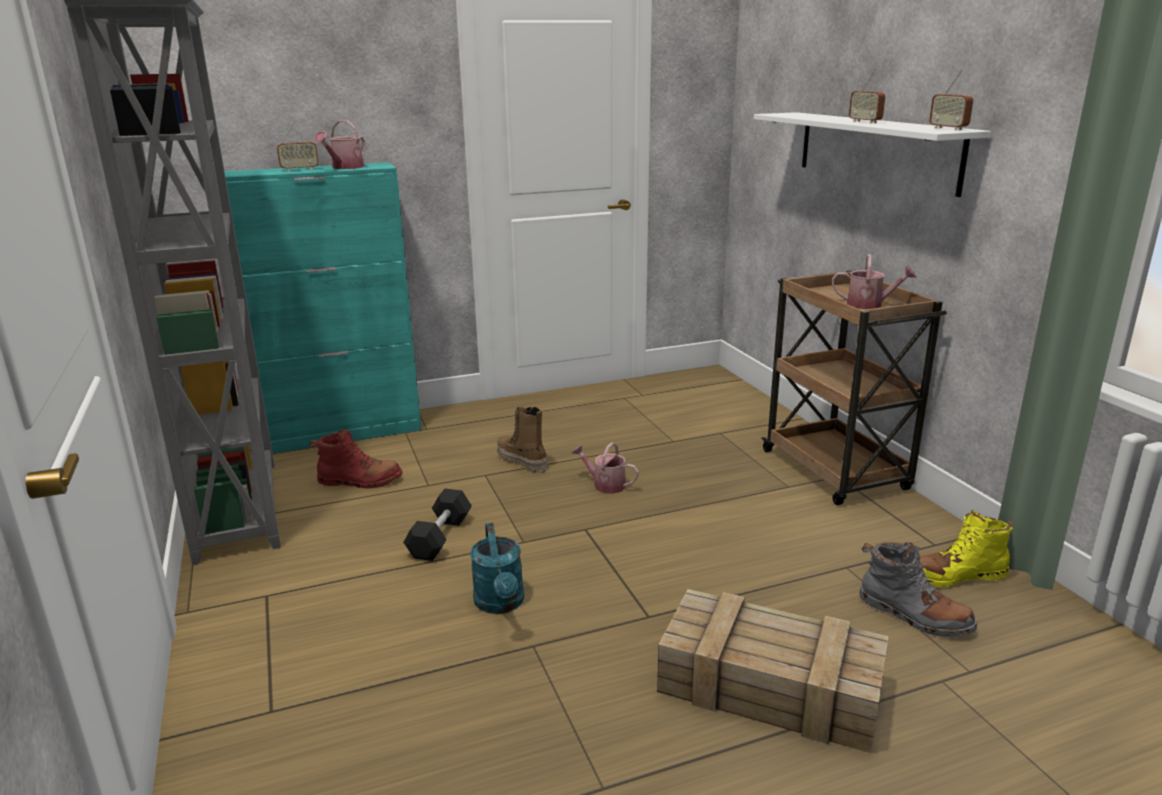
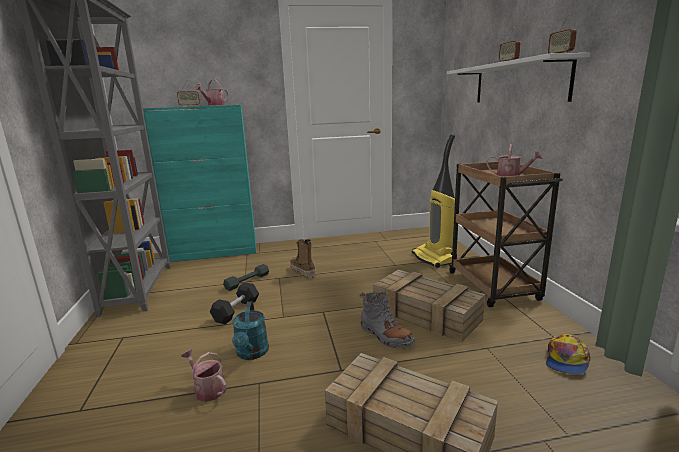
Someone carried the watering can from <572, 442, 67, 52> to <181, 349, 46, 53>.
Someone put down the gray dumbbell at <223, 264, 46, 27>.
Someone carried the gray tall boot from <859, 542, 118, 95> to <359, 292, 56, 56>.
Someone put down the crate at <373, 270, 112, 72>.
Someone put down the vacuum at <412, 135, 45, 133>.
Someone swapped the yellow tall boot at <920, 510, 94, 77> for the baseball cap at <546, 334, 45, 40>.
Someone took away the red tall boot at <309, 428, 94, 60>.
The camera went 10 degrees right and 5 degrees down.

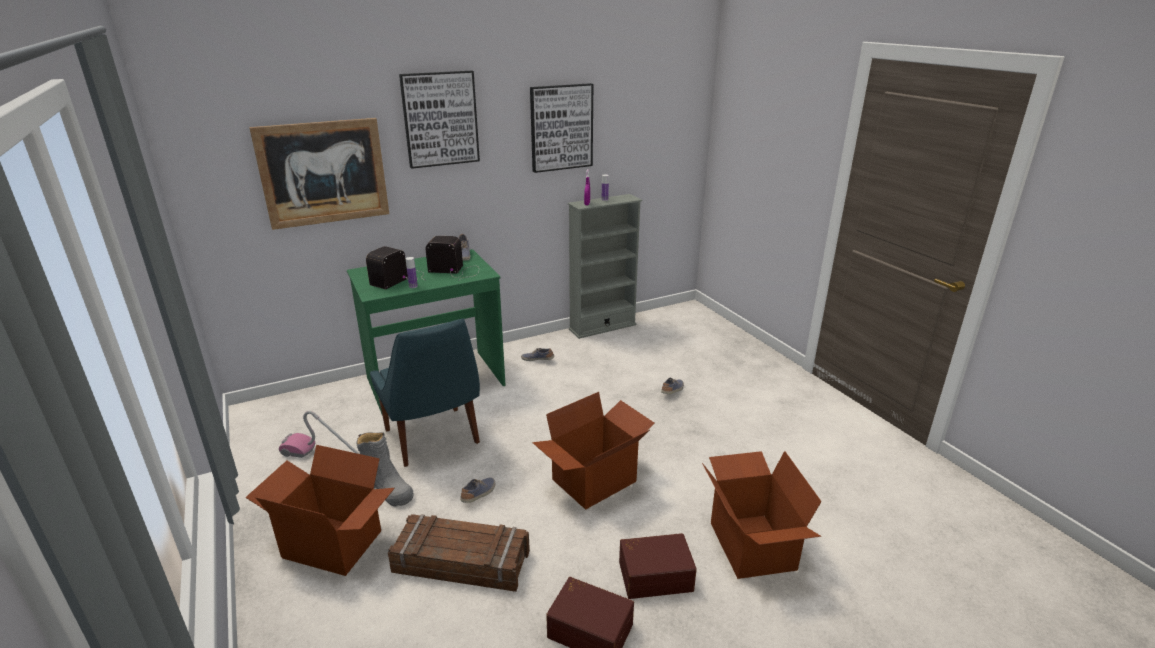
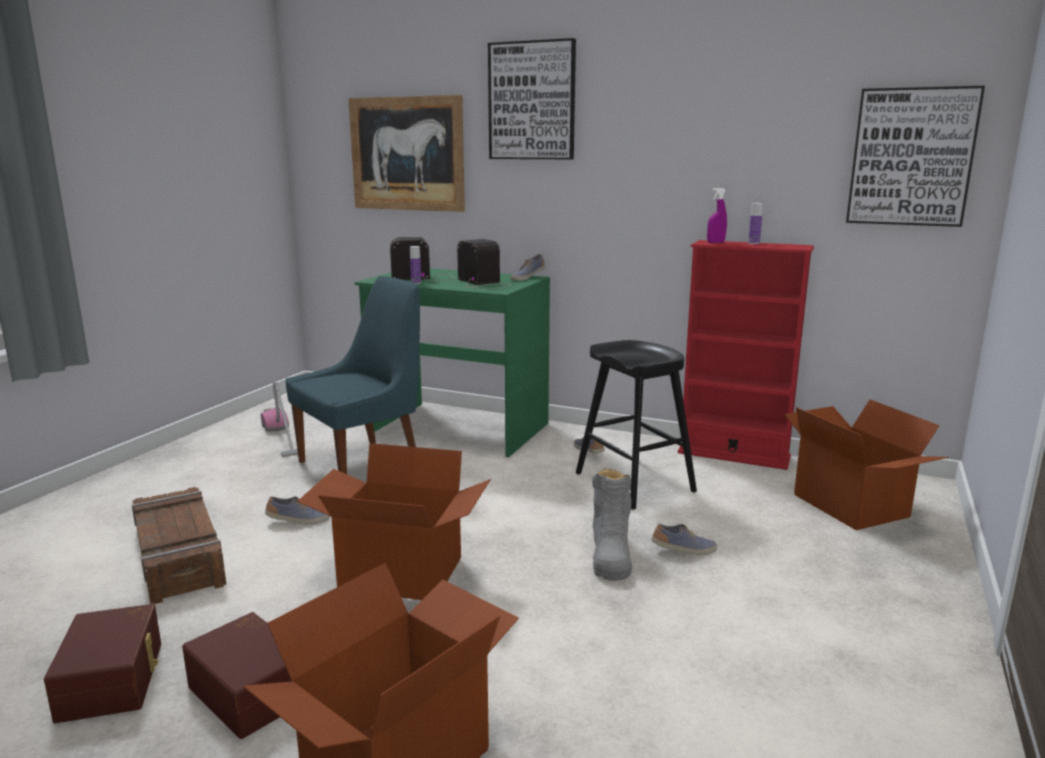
Someone rotated the blue-coloured chair at <370, 319, 110, 148> by 150 degrees counterclockwise.
Someone put down the blackish sitting stool at <576, 340, 121, 170>.
Someone carried the gray tall boot from <356, 432, 58, 75> to <592, 468, 40, 113>.
Someone repainted the gray shelving unit at <568, 194, 74, 145>, which became the red shelving unit at <678, 240, 136, 230>.
Someone carried the cardboard box from <245, 445, 150, 131> to <784, 400, 164, 130>.
Someone carried the wall picture from <530, 83, 63, 90> to <846, 86, 139, 141>.
The camera went 50 degrees right and 10 degrees down.

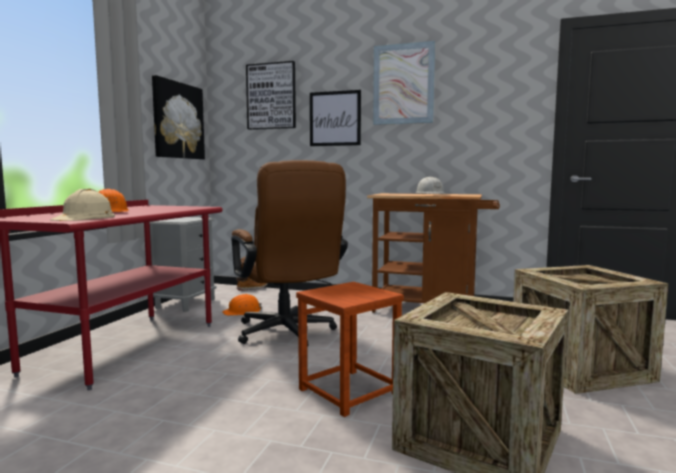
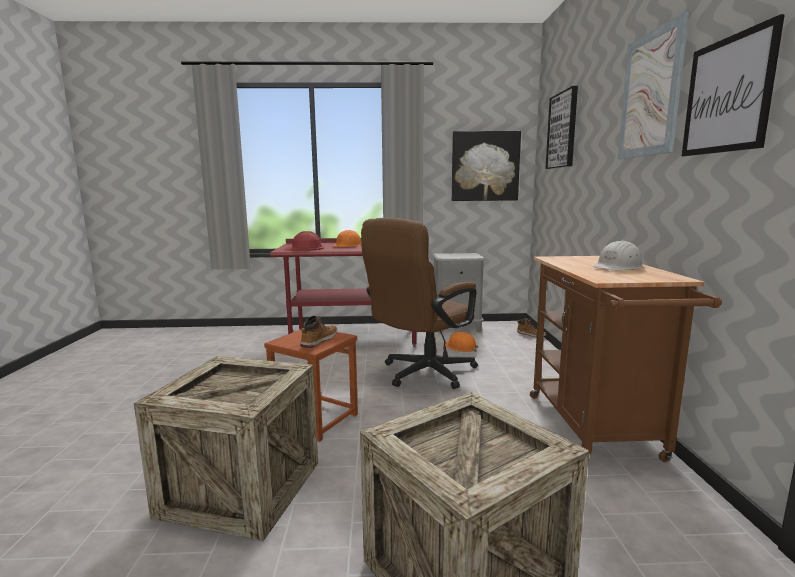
Someone repainted the beige work helmet at <50, 189, 65, 32>, which became the red work helmet at <284, 231, 39, 20>.
Someone put down the tall boot at <301, 316, 36, 32>.
Someone carried the wall picture from <310, 90, 51, 56> to <682, 14, 103, 143>.
The camera went 70 degrees right and 5 degrees up.

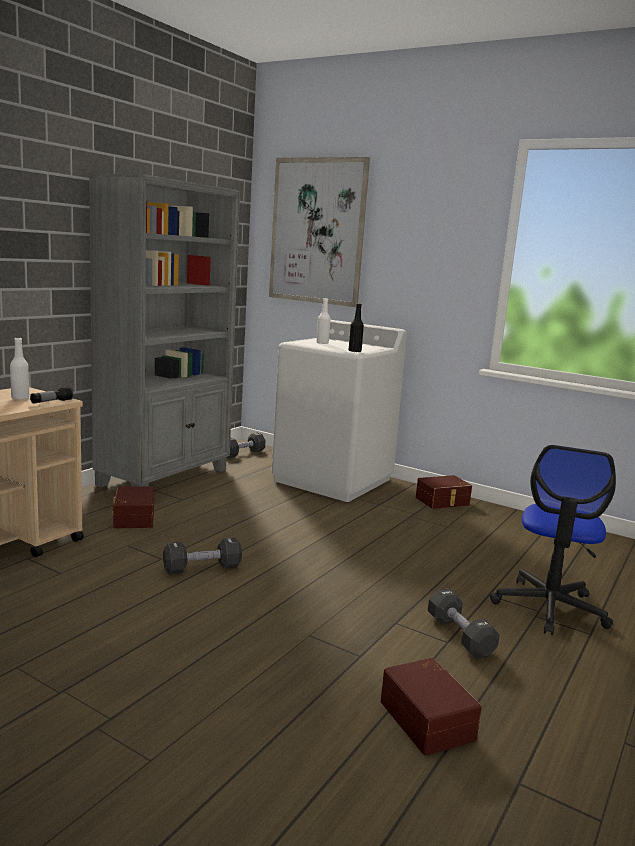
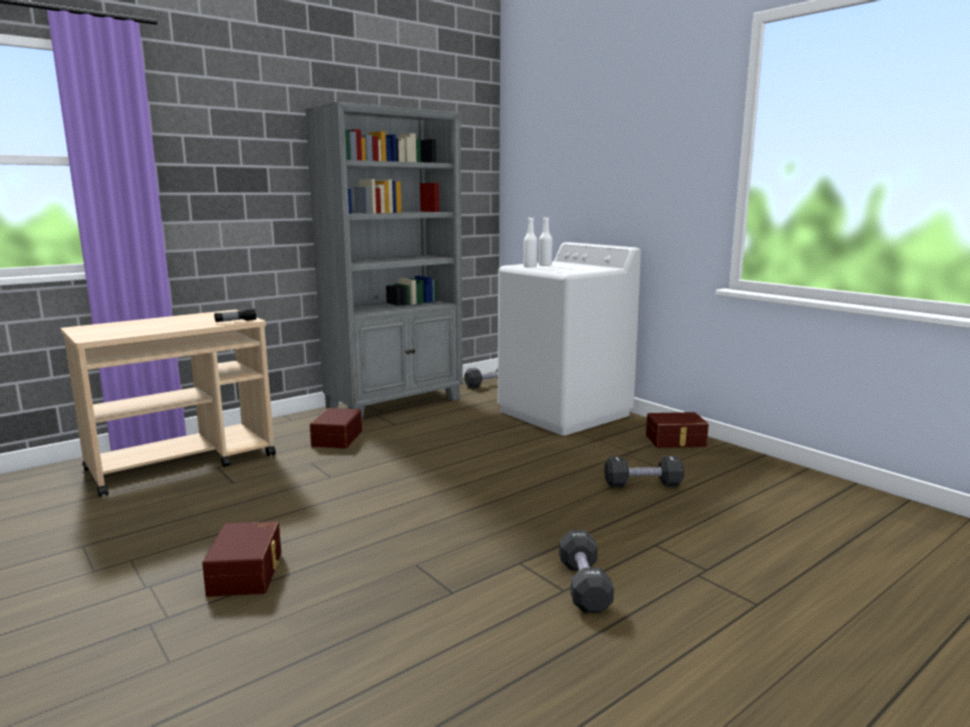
Someone carried the brown storage box from <381, 658, 101, 98> to <202, 521, 79, 76>.
Someone carried the white-coloured bottle from <10, 338, 20, 62> to <524, 218, 13, 49>.
Someone carried the blackish dumbbell from <163, 537, 79, 37> to <604, 456, 80, 31>.
Someone took away the wall picture at <269, 157, 101, 150>.
Someone took away the blackish bottle at <349, 303, 15, 49>.
Someone took away the desk chair at <490, 445, 126, 190>.
The camera went 20 degrees right and 0 degrees up.

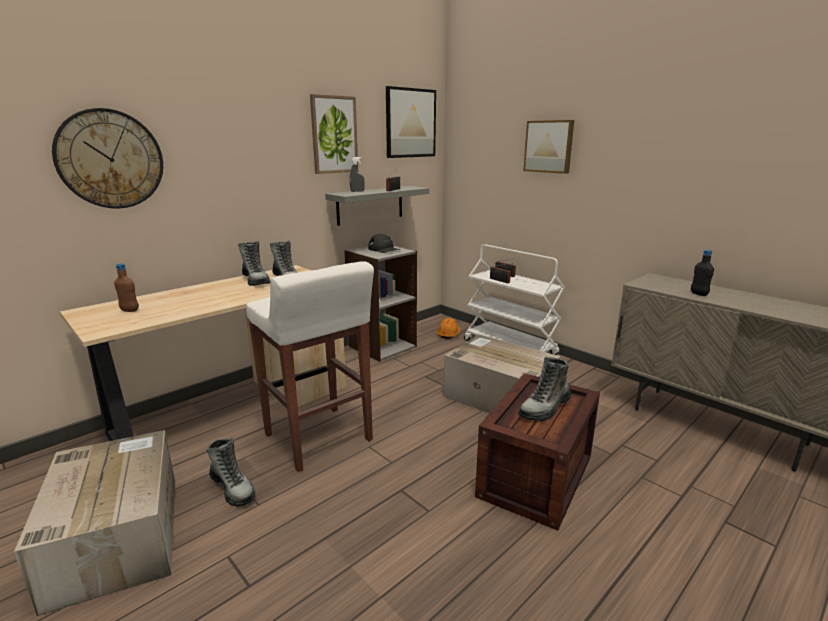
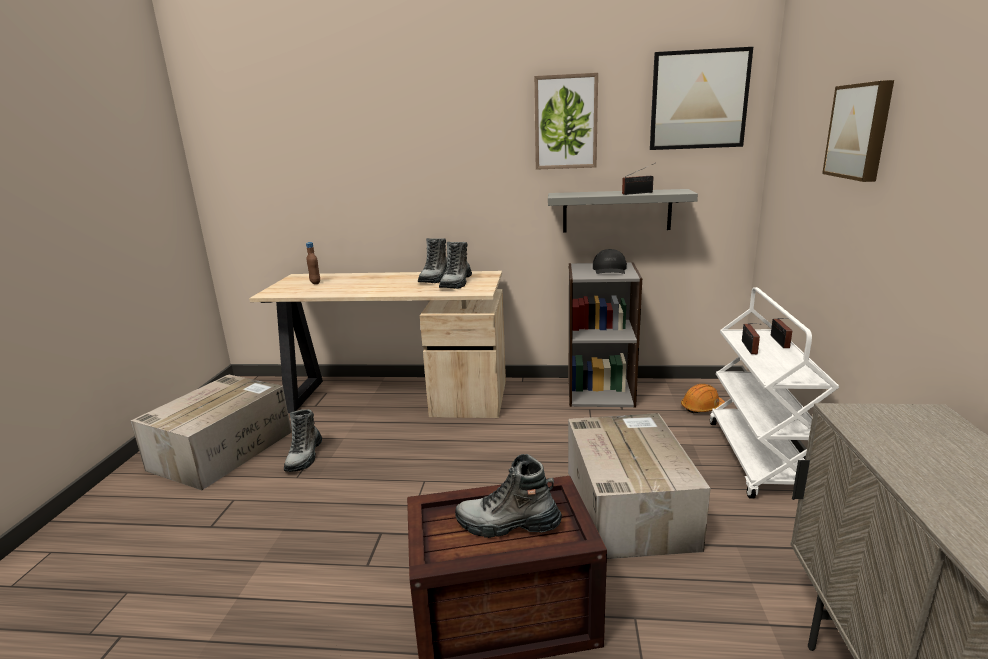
Someone took away the hanging clock at <52, 108, 111, 101>.
Someone took away the white-coloured sitting stool at <246, 261, 128, 211>.
Someone took away the gray hand sprayer at <350, 157, 15, 35>.
Someone took away the blackish bottle at <691, 250, 23, 46>.
The camera went 50 degrees right and 0 degrees up.

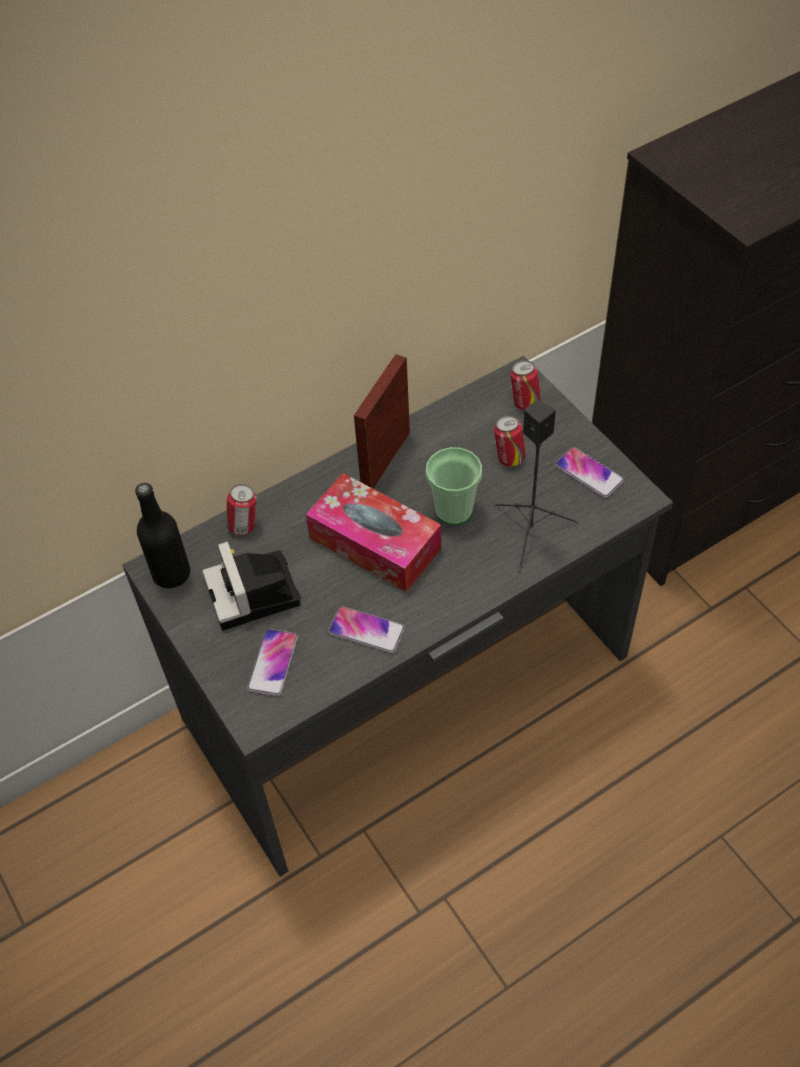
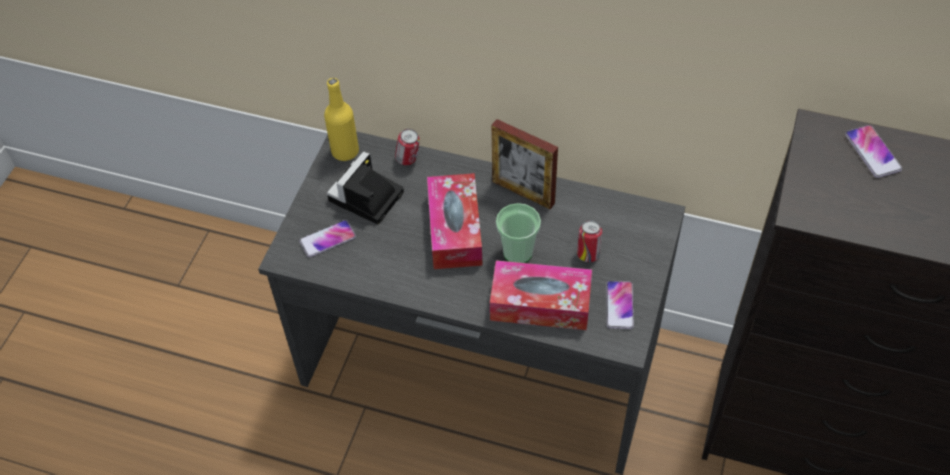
Someone repainted the blackish bottle at <135, 483, 56, 105>, which became the yellow bottle at <324, 78, 35, 83>.
Someone swapped the blackish audio speaker at <494, 400, 84, 172> for the box of tissues at <490, 260, 102, 70>.
Someone rotated the picture frame at <354, 354, 56, 135> by 135 degrees counterclockwise.
Someone carried the telephone from <328, 606, 77, 47> to <845, 125, 57, 53>.
Someone took away the sealed can at <510, 360, 31, 50>.
The camera went 50 degrees right and 0 degrees up.

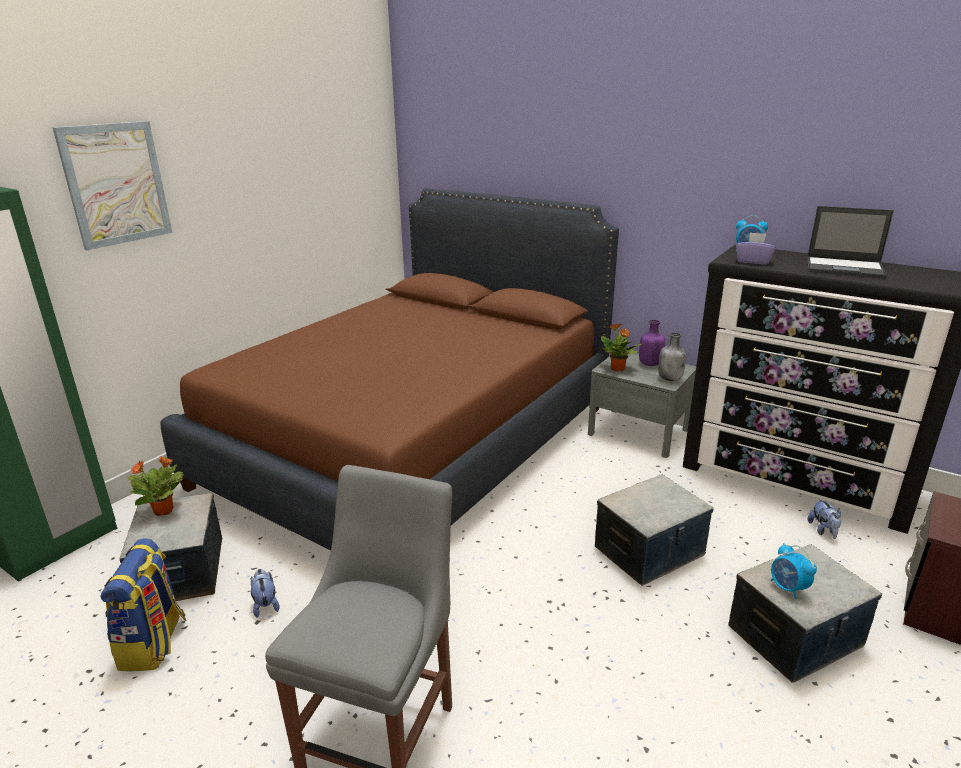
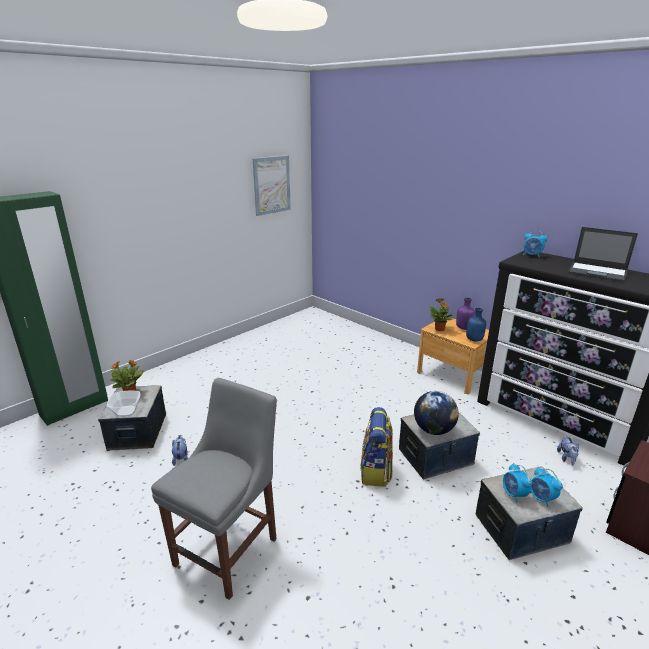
Someone put down the deep dish at <107, 391, 33, 25>.
Someone carried the wall picture from <53, 121, 119, 129> to <253, 155, 38, 61>.
Someone carried the backpack from <101, 538, 86, 133> to <360, 407, 33, 80>.
Someone put down the globe at <414, 391, 45, 44>.
Someone repainted the gray bedside table at <588, 350, 108, 108>, which became the brown bedside table at <417, 316, 72, 78>.
Someone repainted the gray bottle at <658, 332, 28, 49>, which became the blue-coloured bottle at <466, 308, 20, 33>.
Someone put down the bedside clock at <530, 467, 33, 40>.
Someone took away the brown sleeping bed at <160, 188, 459, 363>.
Someone took away the purple-coloured box of tissues at <736, 232, 39, 33>.
The camera went 10 degrees right and 0 degrees up.

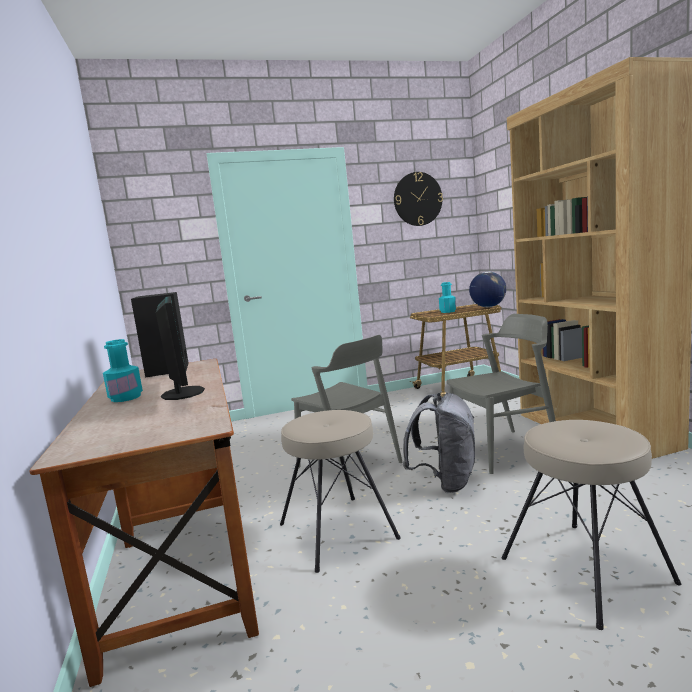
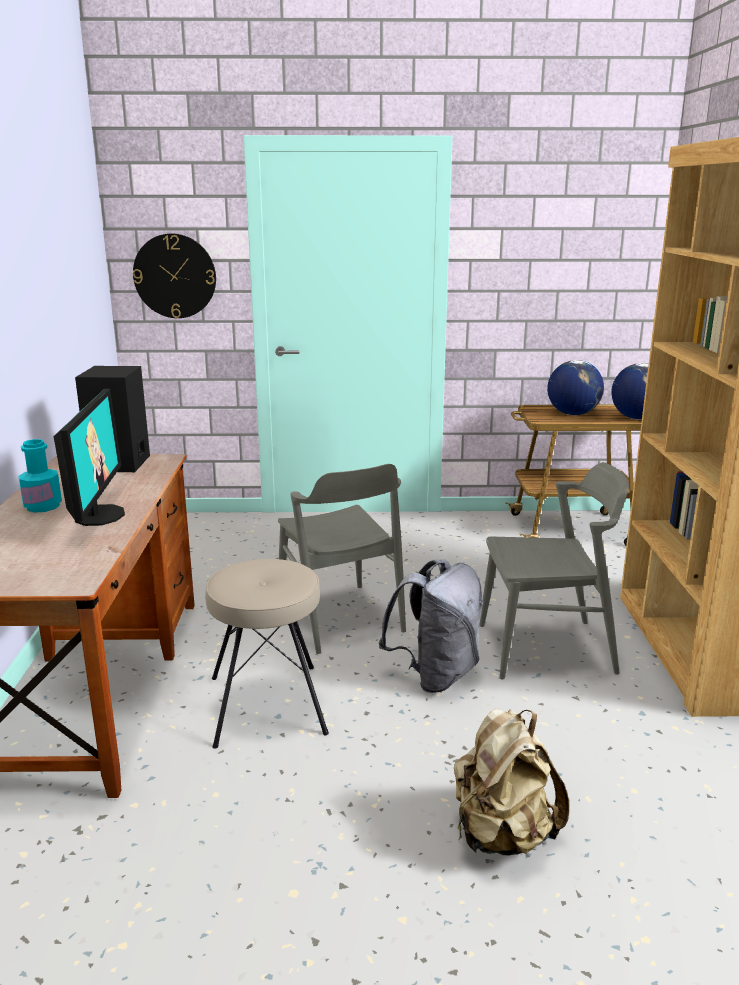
Someone carried the hanging clock from <394, 172, 49, 54> to <133, 234, 83, 84>.
Someone swapped the beige sitting stool at <502, 420, 179, 210> for the beige backpack at <454, 708, 115, 148>.
Someone swapped the turquoise-coloured bottle at <439, 282, 17, 31> for the globe at <547, 360, 57, 55>.
The camera went 15 degrees right and 10 degrees up.

